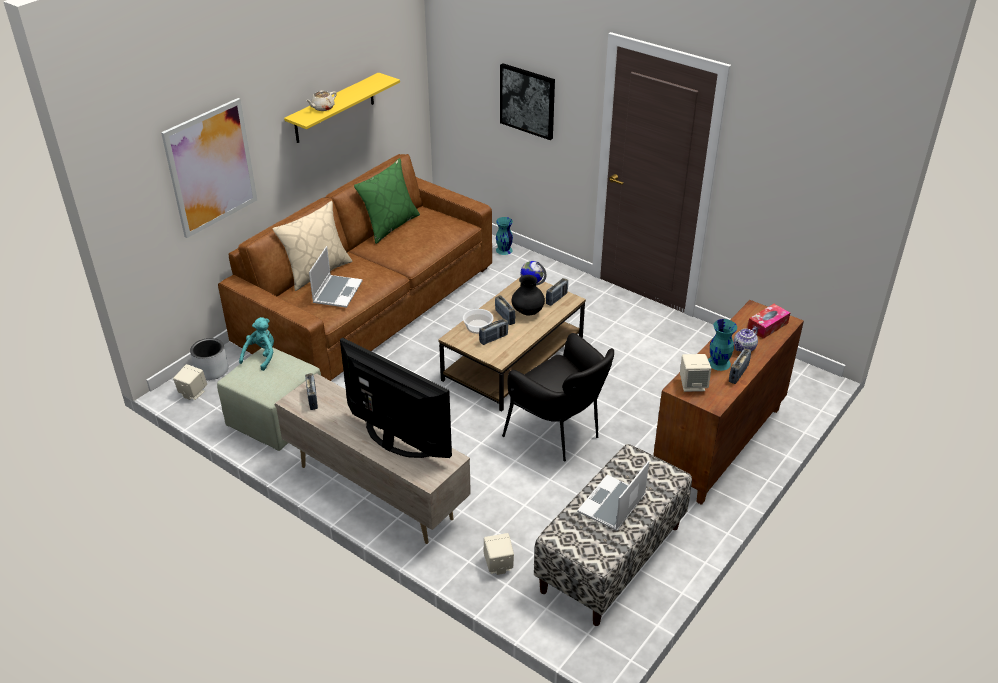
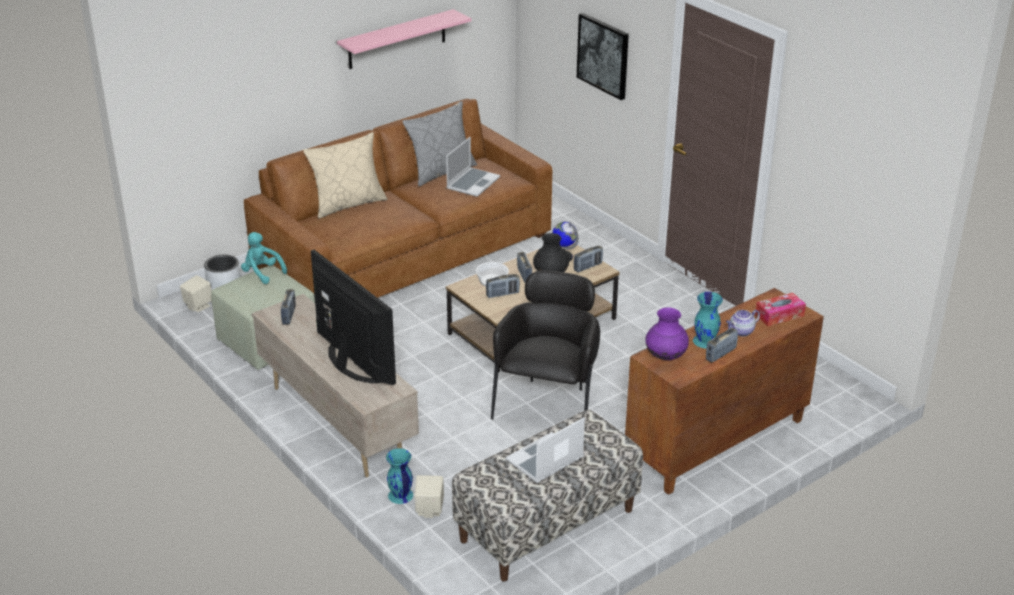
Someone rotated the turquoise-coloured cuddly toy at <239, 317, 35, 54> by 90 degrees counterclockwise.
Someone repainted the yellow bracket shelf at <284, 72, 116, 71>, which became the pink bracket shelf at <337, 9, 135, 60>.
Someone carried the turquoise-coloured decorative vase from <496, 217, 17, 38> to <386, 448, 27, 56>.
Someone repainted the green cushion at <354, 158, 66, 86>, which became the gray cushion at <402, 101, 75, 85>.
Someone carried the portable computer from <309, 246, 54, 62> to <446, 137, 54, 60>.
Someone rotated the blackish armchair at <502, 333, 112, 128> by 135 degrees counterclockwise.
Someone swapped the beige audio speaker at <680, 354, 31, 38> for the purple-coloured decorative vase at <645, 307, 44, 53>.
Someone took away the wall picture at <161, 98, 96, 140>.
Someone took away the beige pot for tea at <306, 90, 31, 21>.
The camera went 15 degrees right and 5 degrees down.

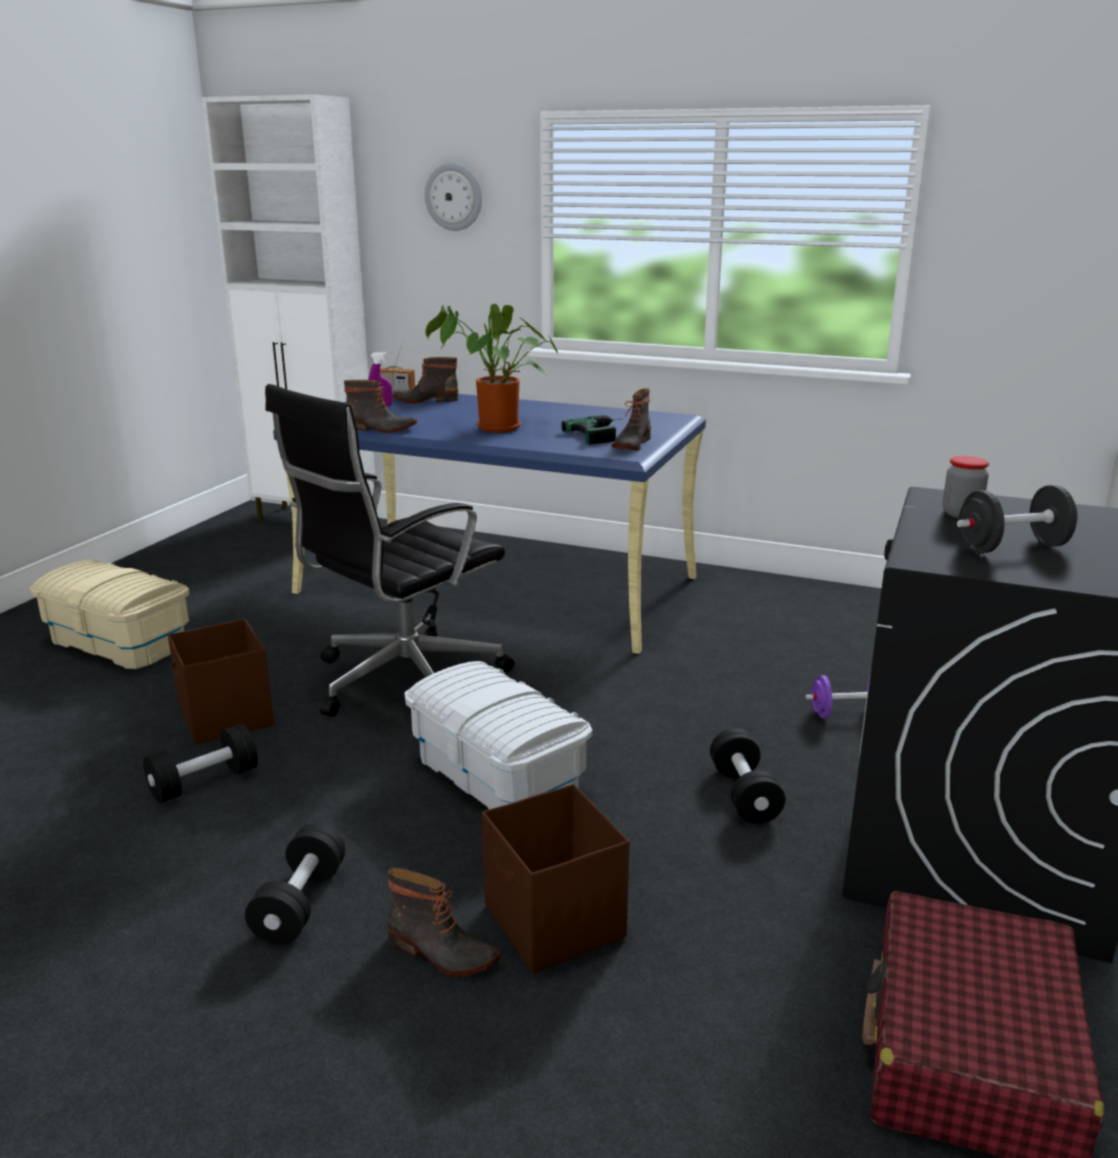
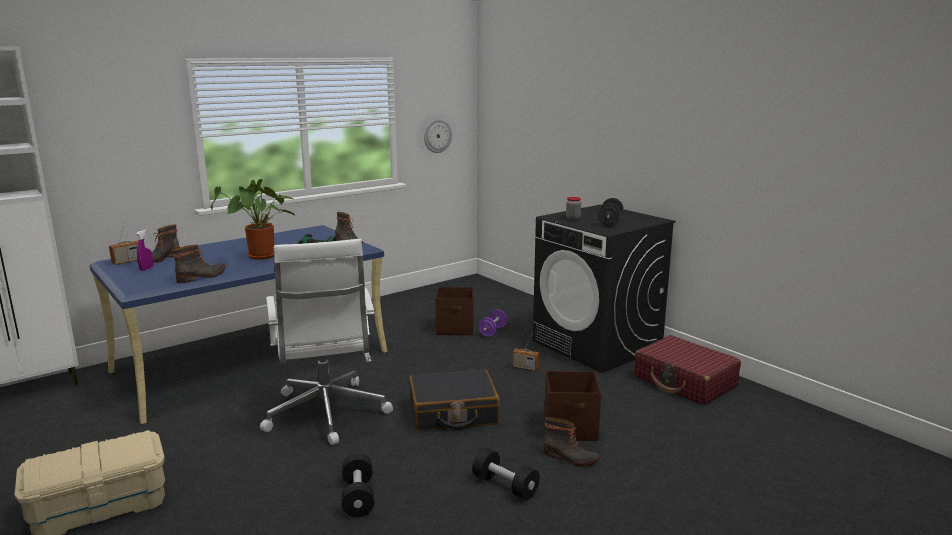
Someone repainted the blackish desk chair at <265, 384, 250, 333>, which became the white-coloured desk chair at <260, 239, 133, 206>.
Someone swapped the white-coloured storage box at <404, 661, 188, 148> for the blackish suitcase at <409, 369, 91, 62>.
Someone carried the hanging clock from <425, 163, 57, 68> to <424, 119, 28, 34>.
Someone carried the brown storage box from <168, 619, 106, 125> to <435, 287, 39, 48>.
Someone swapped the blackish dumbbell at <710, 728, 76, 96> for the radio receiver at <512, 333, 27, 38>.
Someone rotated the tall boot at <388, 868, 112, 109> by 60 degrees clockwise.
The camera went 60 degrees left and 5 degrees down.

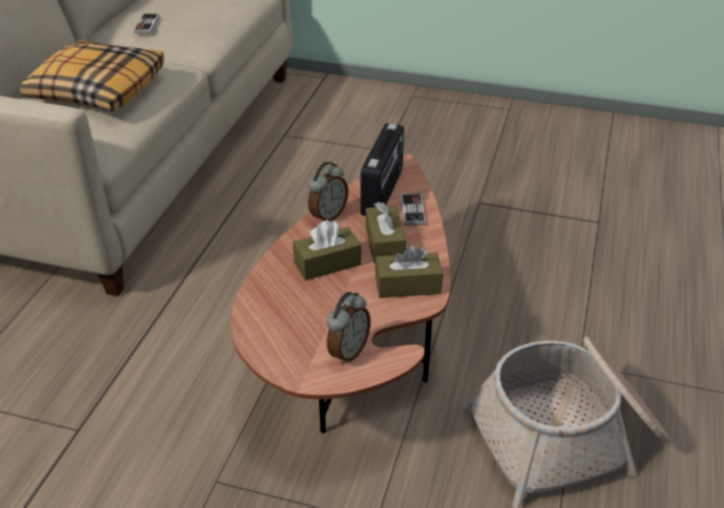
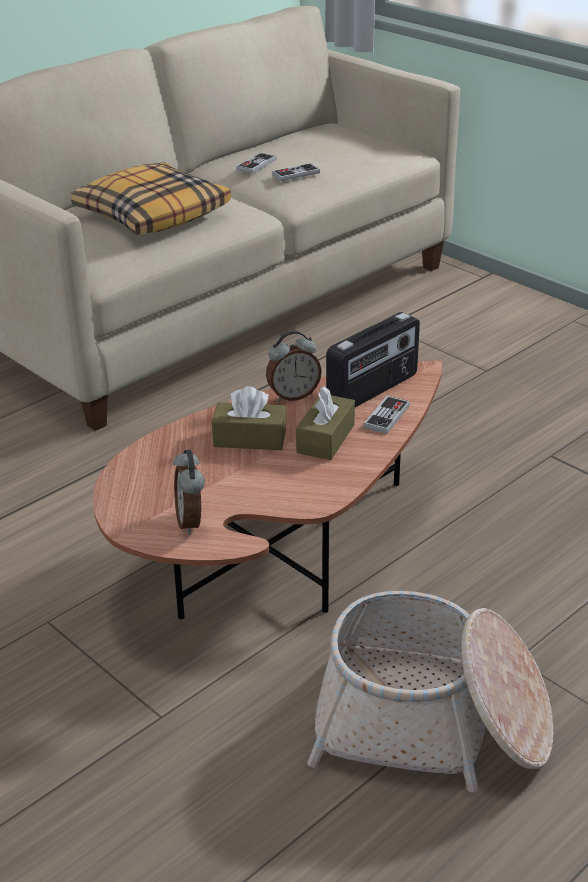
Someone rotated the bedside clock at <327, 292, 44, 73> by 105 degrees clockwise.
Someone put down the gamepad at <272, 163, 48, 18>.
Someone took away the brown box of tissues at <375, 245, 68, 53>.
The camera went 30 degrees right and 5 degrees down.

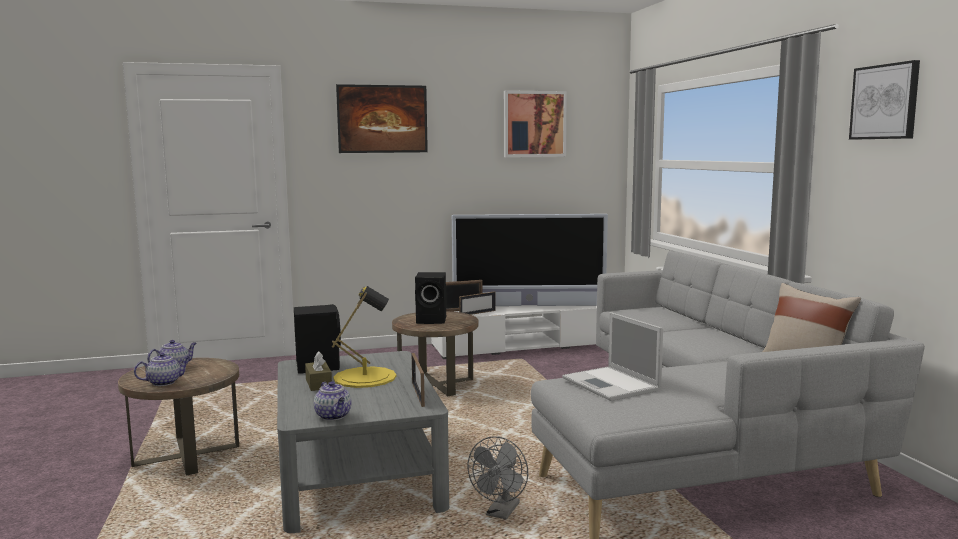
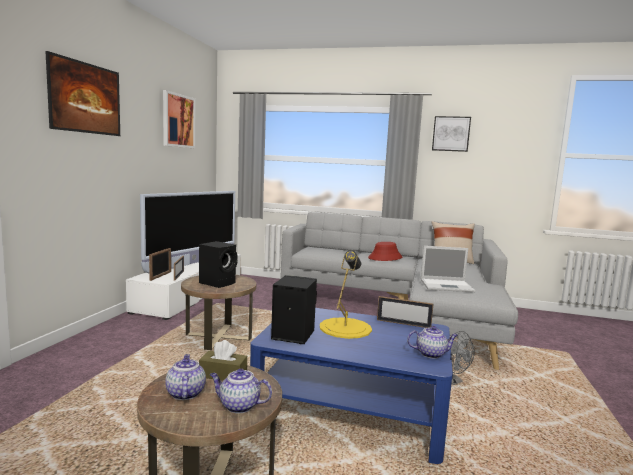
Someone carried the brown box of tissues from <305, 352, 27, 39> to <199, 340, 48, 41>.
Someone rotated the pot for tea at <134, 352, 56, 34> by 75 degrees counterclockwise.
Someone repainted the gray low table at <277, 351, 172, 182>, which became the blue-coloured low table at <250, 308, 203, 156>.
Someone put down the red clothing hat at <368, 242, 35, 19>.
The camera went 60 degrees left and 0 degrees up.

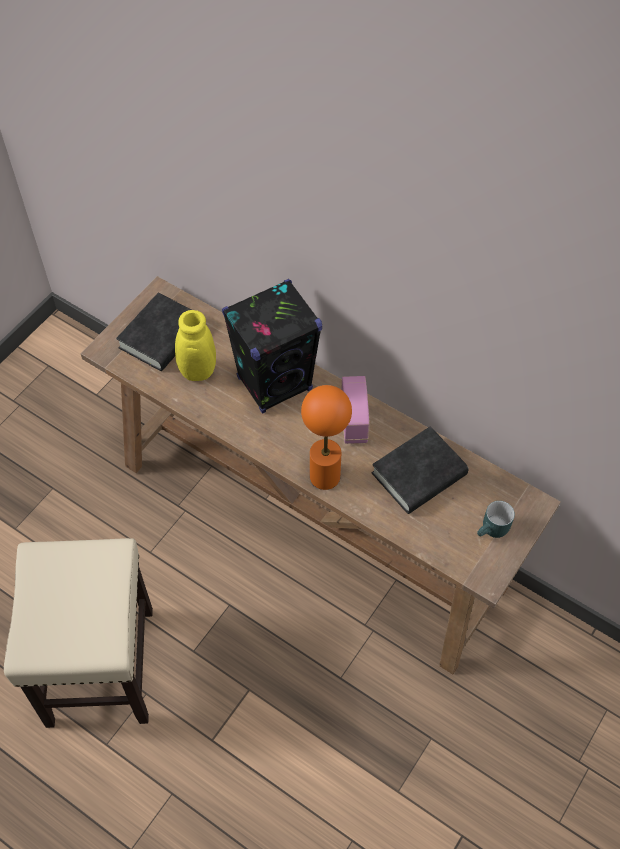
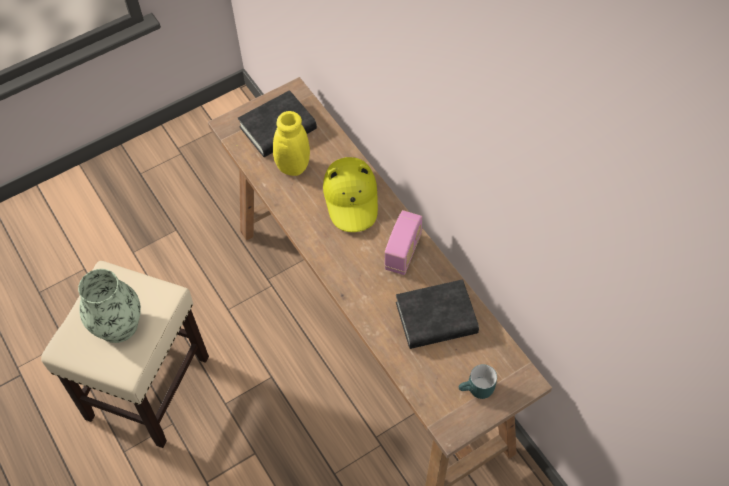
Someone put down the decorative vase at <78, 269, 63, 74>.
Someone swapped the blackish audio speaker at <222, 279, 100, 134> for the yellow clothing hat at <323, 157, 55, 75>.
Someone took away the orange-coloured tabletop lamp at <301, 385, 51, 105>.
The camera went 25 degrees right and 0 degrees up.

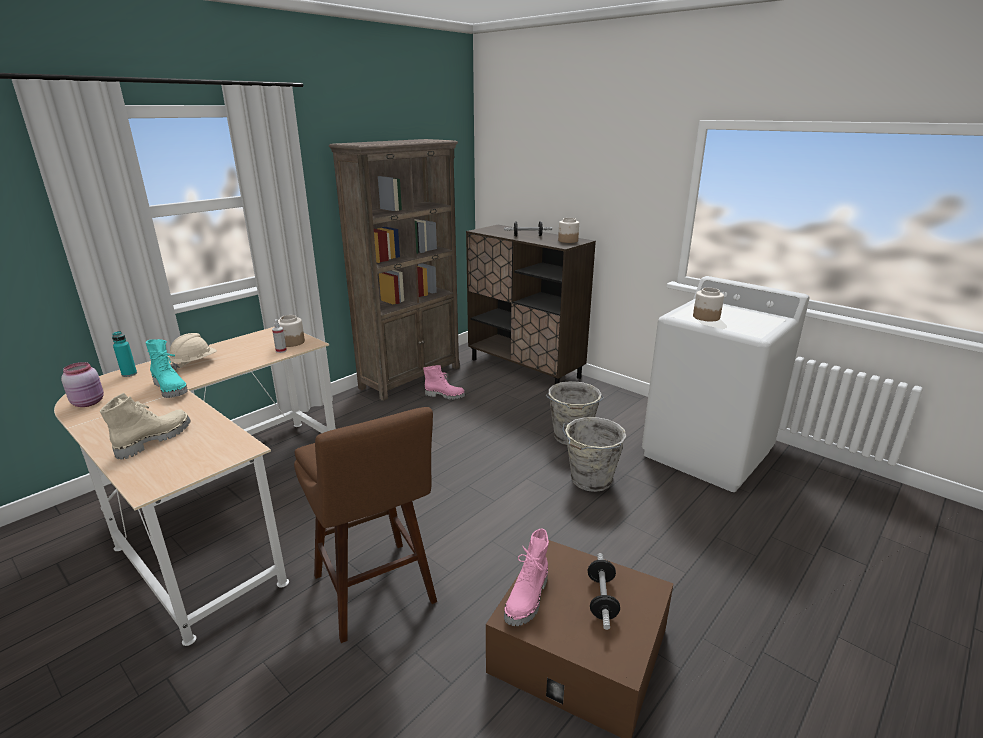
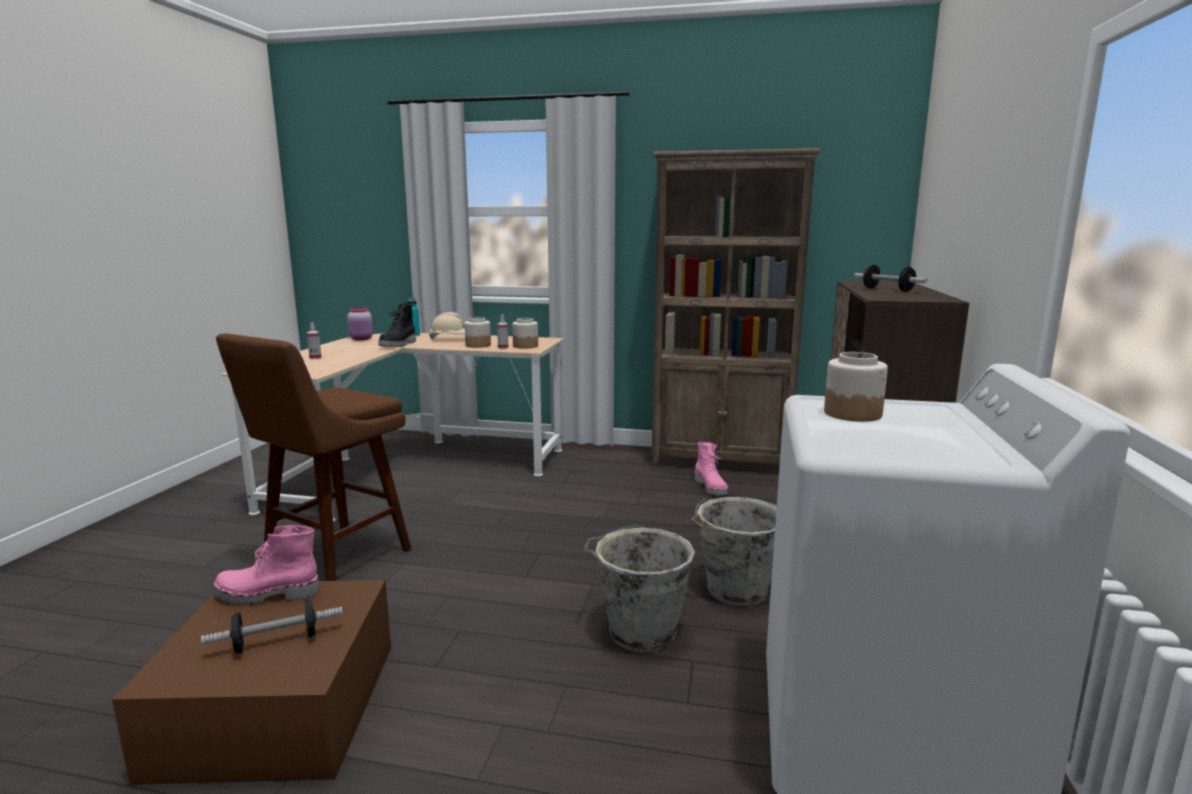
Someone swapped the beige tall boot at <100, 393, 91, 66> for the hand sprayer at <307, 322, 15, 37>.
Someone repainted the turquoise-coloured tall boot at <146, 339, 42, 59>, which became the blackish tall boot at <378, 303, 38, 44>.
Someone carried the preserve jar from <558, 218, 21, 25> to <465, 317, 26, 31>.
The camera went 60 degrees right and 10 degrees down.

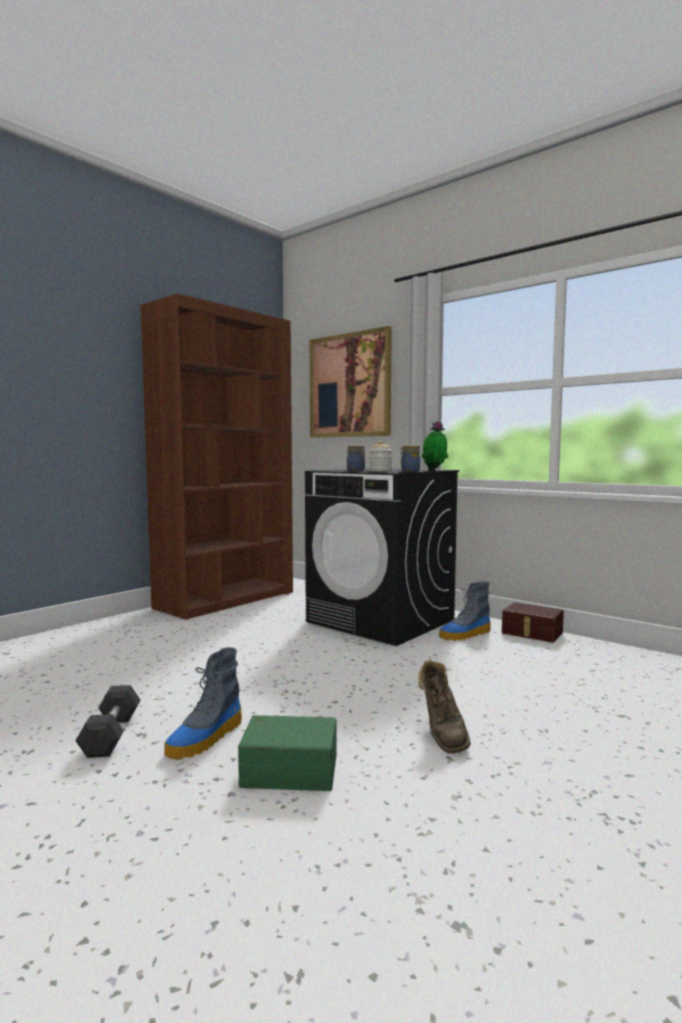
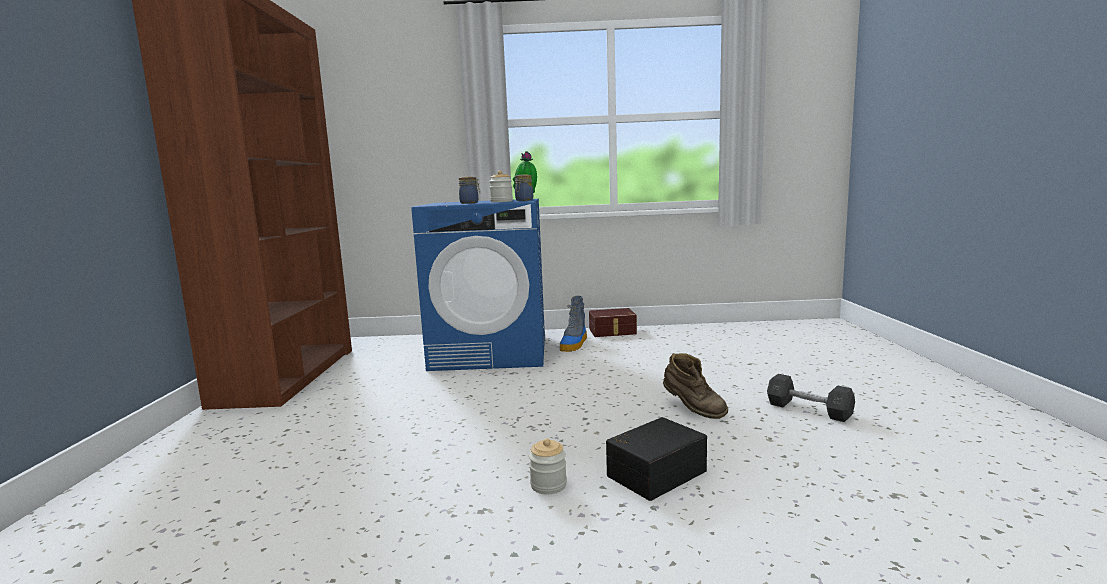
Someone repainted the blackish laundry machine at <305, 468, 154, 178>, which became the blue-coloured laundry machine at <411, 199, 134, 172>.
Someone swapped the tall boot at <164, 647, 78, 113> for the preserve jar at <529, 438, 38, 56>.
Someone repainted the green storage box at <238, 715, 98, 76>, which became the blackish storage box at <606, 417, 101, 84>.
Someone carried the gray dumbbell from <76, 685, 64, 73> to <767, 374, 88, 48>.
Someone took away the wall picture at <310, 326, 82, 112>.
The camera went 40 degrees left and 5 degrees up.

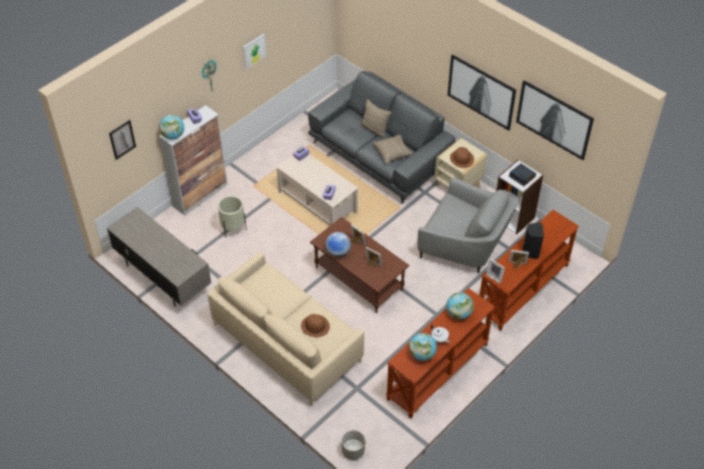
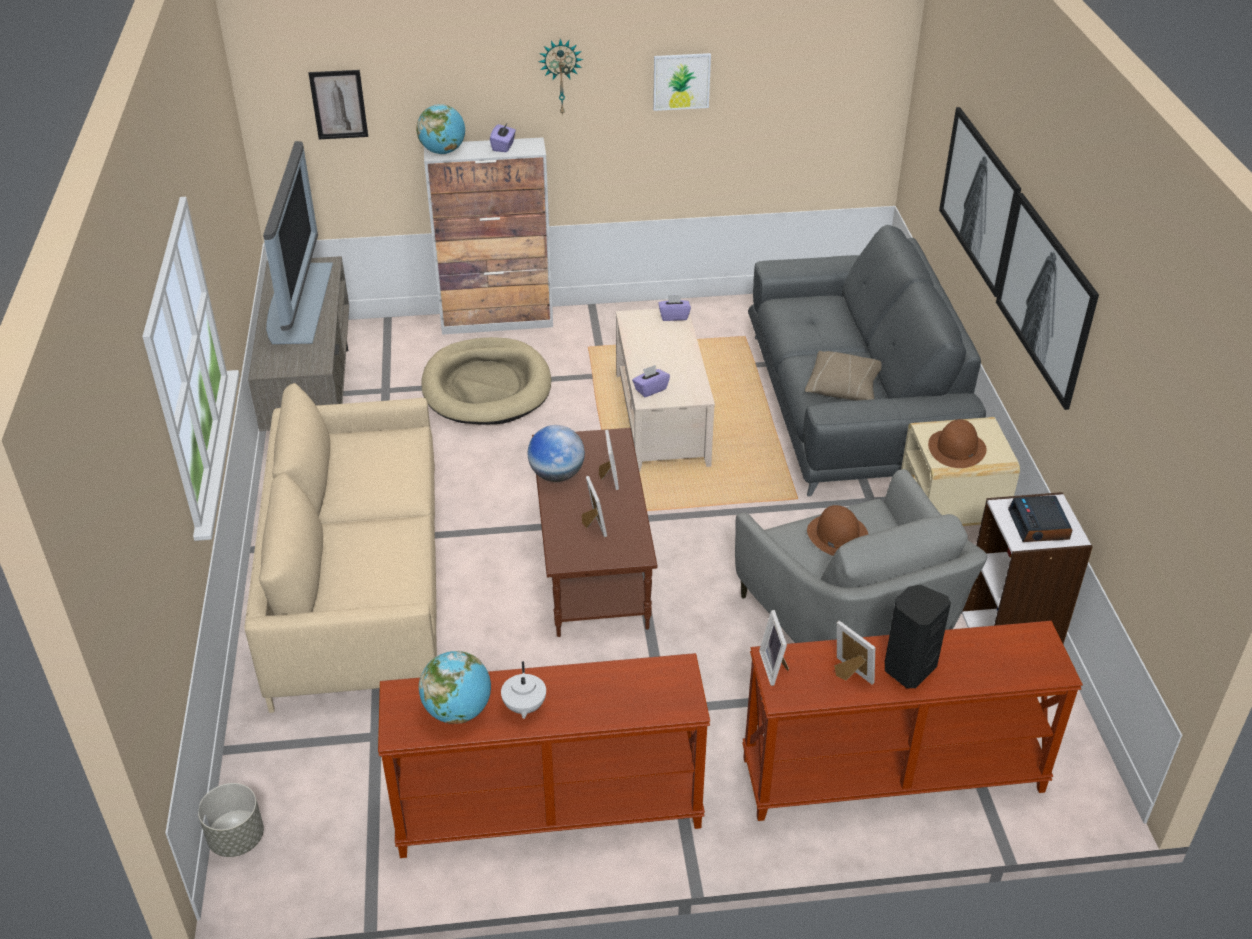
Someone put down the TV set at <263, 141, 70, 203>.
Someone swapped the beige planter at <218, 196, 29, 42> for the beige pet bed at <422, 337, 129, 88>.
Someone carried the brown clothing hat from <301, 314, 29, 23> to <807, 505, 61, 51>.
Someone carried the wall picture from <516, 80, 78, 80> to <939, 107, 82, 190>.
Someone took away the beige cushion at <360, 99, 31, 40>.
Someone took away the globe at <446, 293, 27, 26>.
The camera went 40 degrees right and 10 degrees down.

